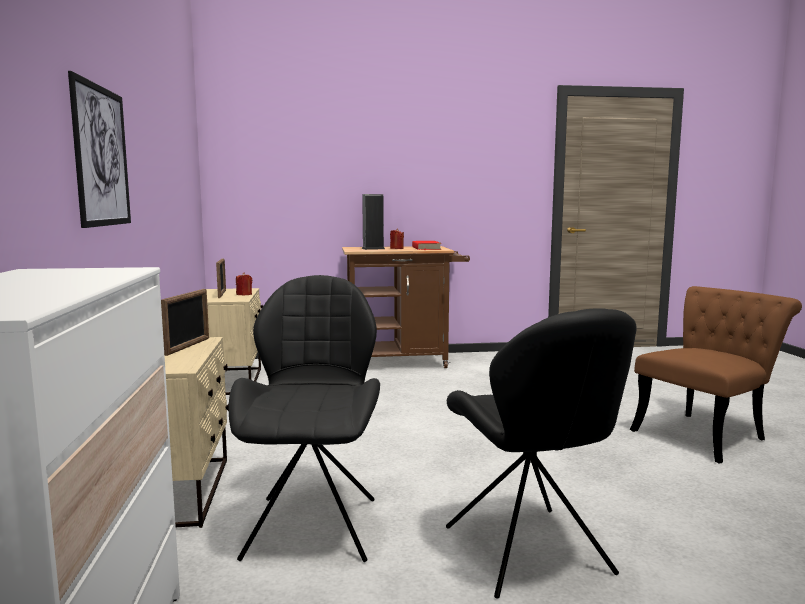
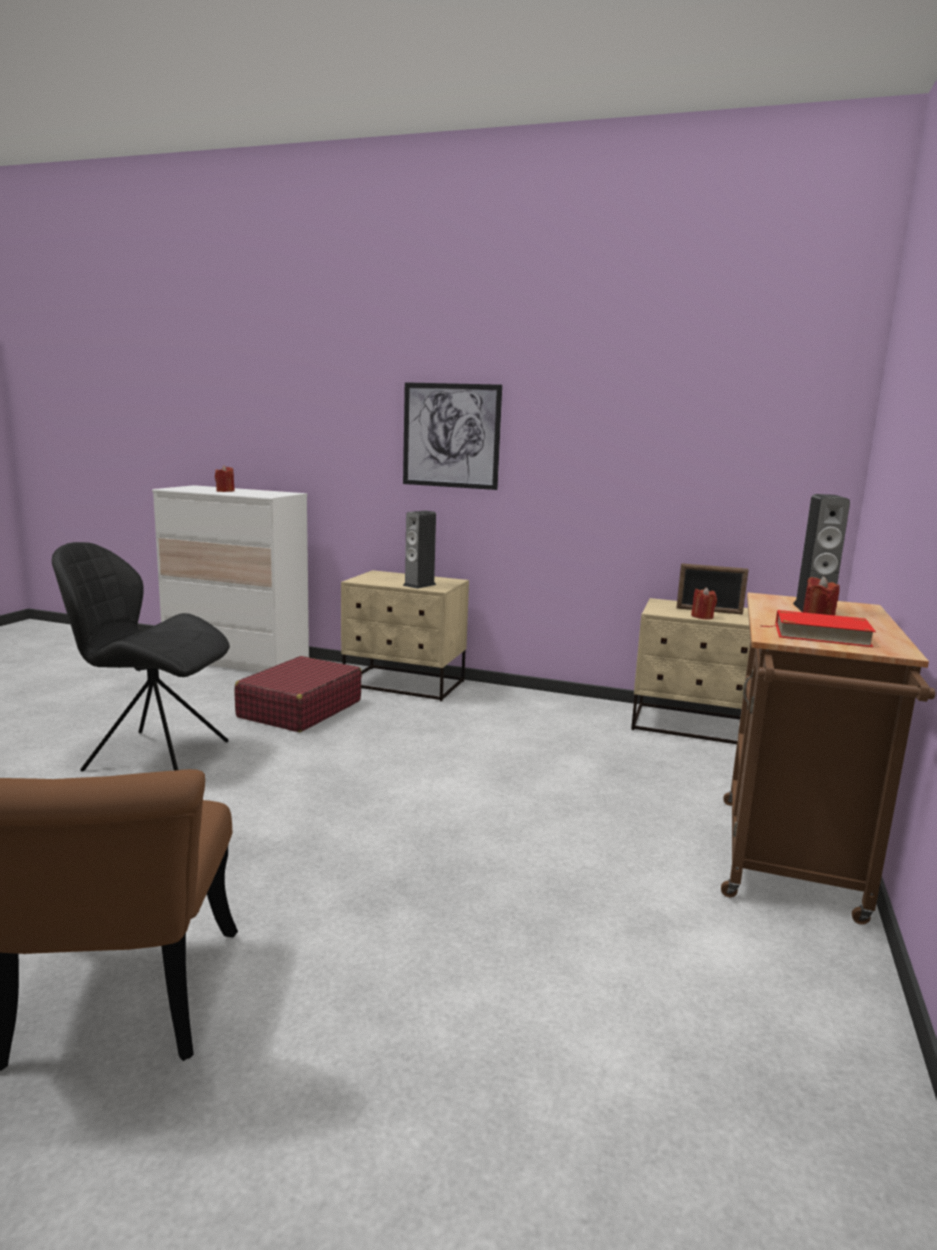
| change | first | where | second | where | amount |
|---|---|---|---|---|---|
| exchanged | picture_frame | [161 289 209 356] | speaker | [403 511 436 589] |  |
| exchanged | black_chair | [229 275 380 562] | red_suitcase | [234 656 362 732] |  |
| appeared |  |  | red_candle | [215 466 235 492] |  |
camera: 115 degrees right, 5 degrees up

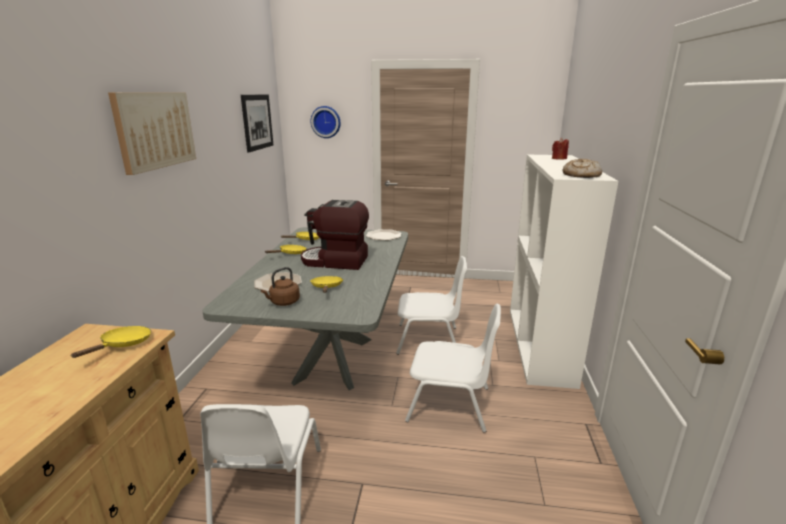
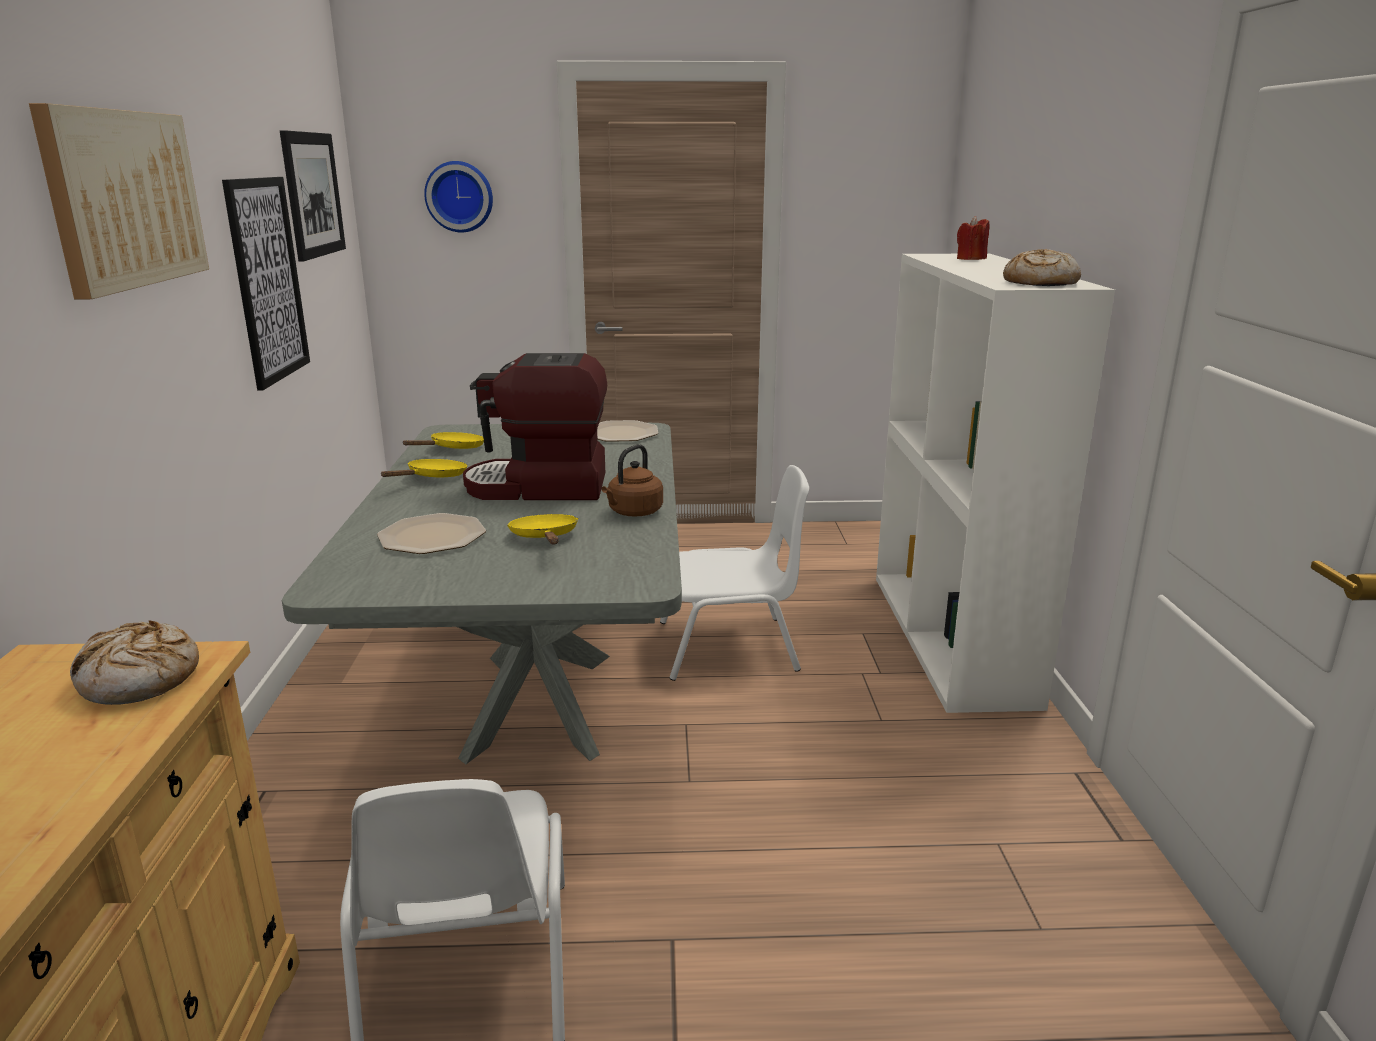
| change | first | where | second | where | amount |
|---|---|---|---|---|---|
| exchanged | yellow_frying_pan | [70 326 151 358] | bread | [70 620 199 705] |  |
| relocated | brown_kettle | [261 267 300 306] |  | [601 444 663 516] |  |
| missing | white_chair | [405 303 501 433] |  |  |  |
| appeared |  |  | picture | [222 177 310 391] |  |
camera: 10 degrees left, 0 degrees up

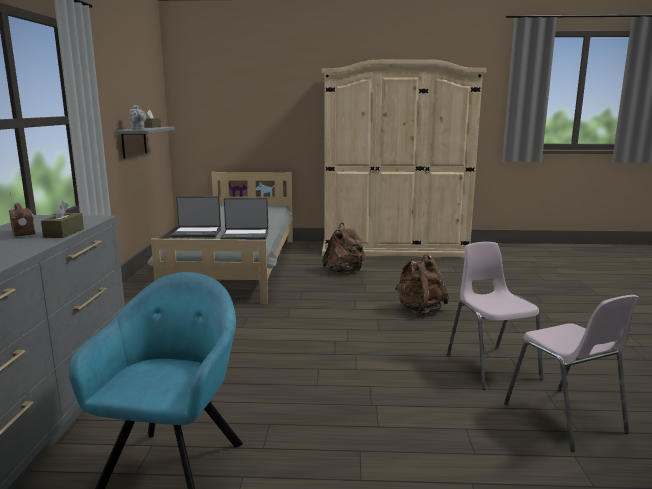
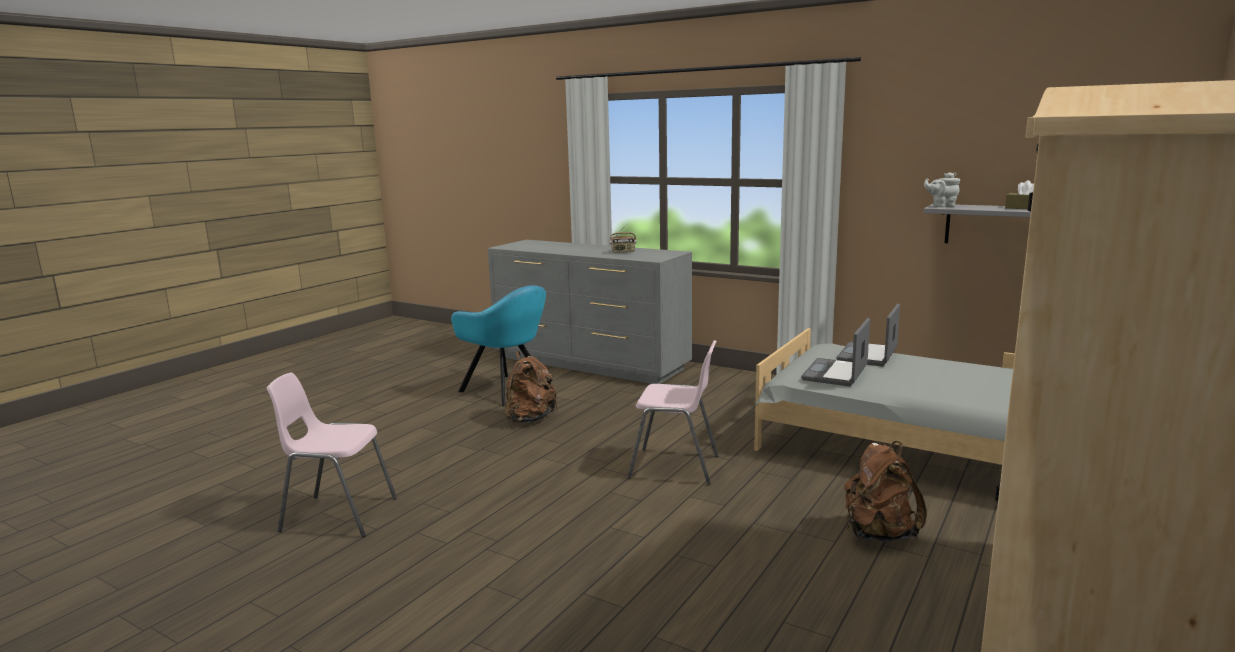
| change | first | where | second | where | amount |
|---|---|---|---|---|---|
| missing | brown_tissue_box | [41 200 84 238] |  |  |  |
| relocated | brown_backpack | [395 254 449 315] |  | [505 351 558 423] |  |
| relocated | pink_chair | [447 242 543 390] |  | [628 340 718 485] |  |
camera: 120 degrees right, 0 degrees up

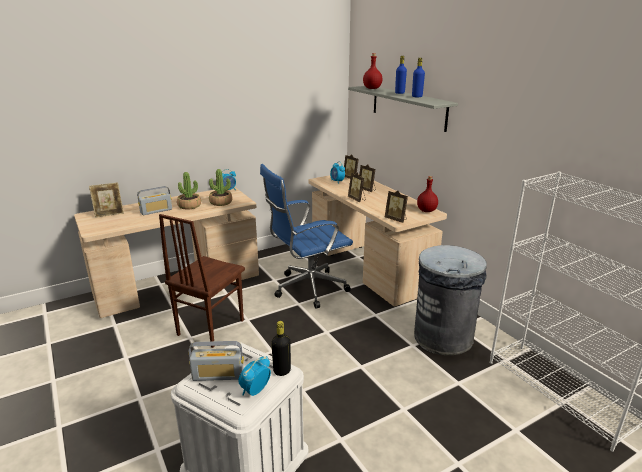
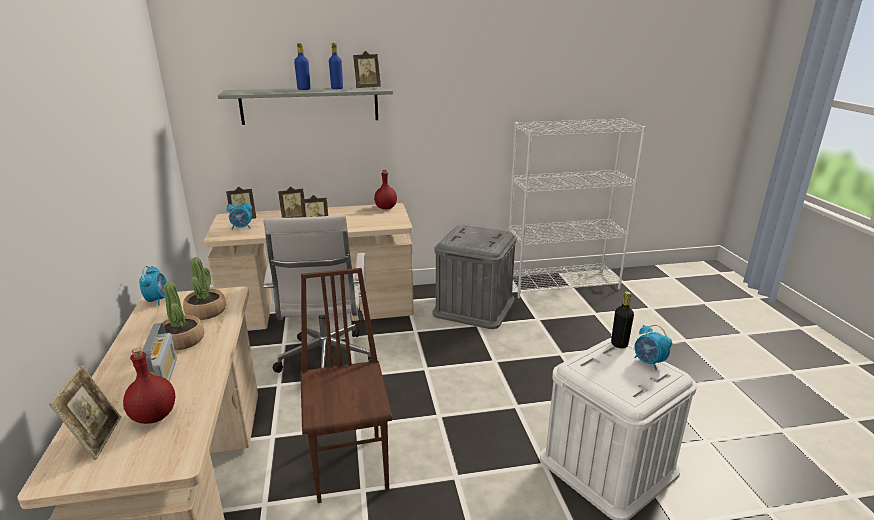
| change | first | where | second | where | amount |
|---|---|---|---|---|---|
| spun | brown_chair | [159 214 245 348] |  | [300 268 392 503] | 150 degrees counterclockwise |
| missing | radio | [189 341 244 381] |  |  |  |
| colour | blue_office_chair | [260 164 353 308] | white_office_chair | [263 215 372 373] |  |
| relocated | red_bottle | [363 53 382 89] |  | [123 348 175 424] |  |
| relocated | picture_frame | [385 191 408 223] |  | [353 51 381 88] |  |
| exchanged | grey_trash_can | [414 245 487 355] | grey_storage_box | [432 225 517 329] |  |
camera: 70 degrees left, 0 degrees up

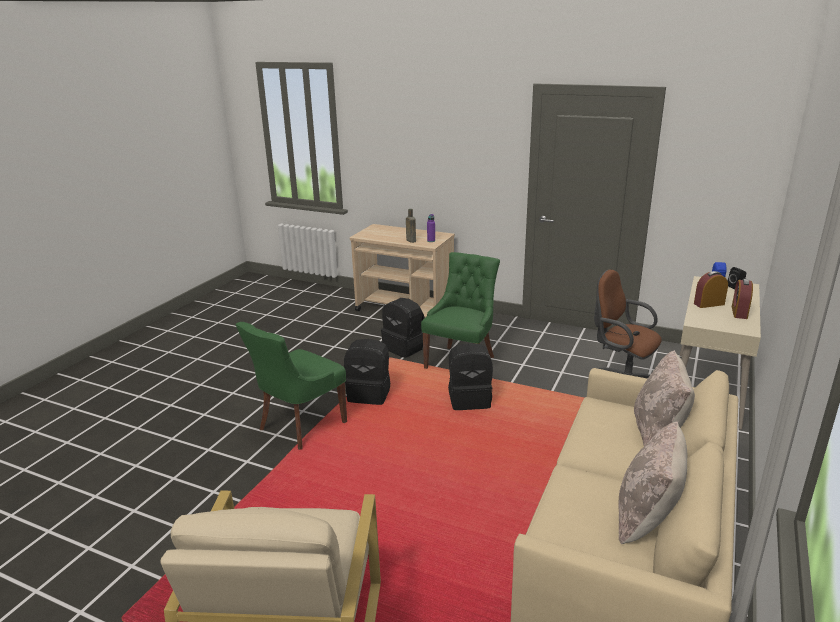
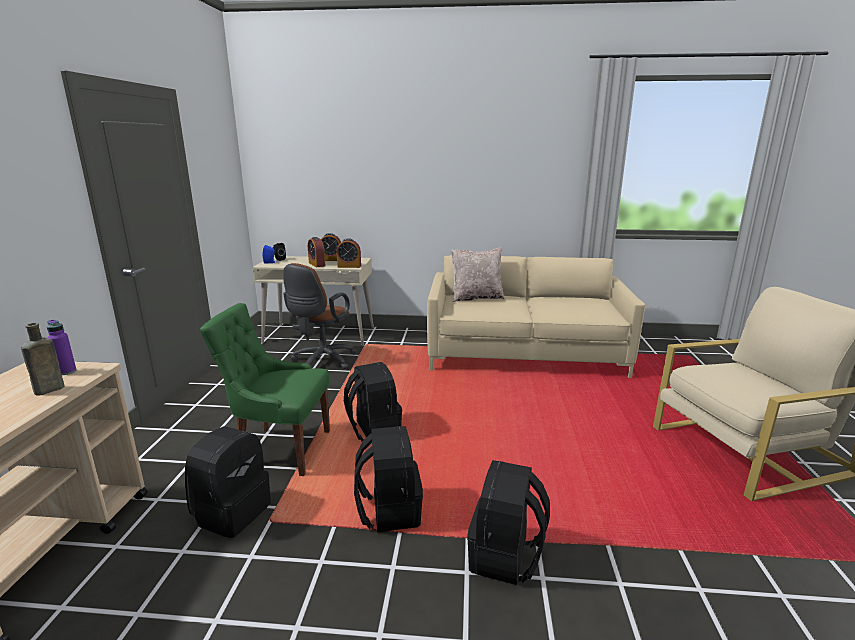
| change | first | where | second | where | amount |
|---|---|---|---|---|---|
| exchanged | green_chair | [236 322 347 450] | black_backpack | [467 460 550 585] |  |
| missing | beige_pillow | [619 421 687 545] |  |  |  |
| appeared |  |  | alarm_clock | [337 238 361 268] |  |
camera: 110 degrees left, 5 degrees down

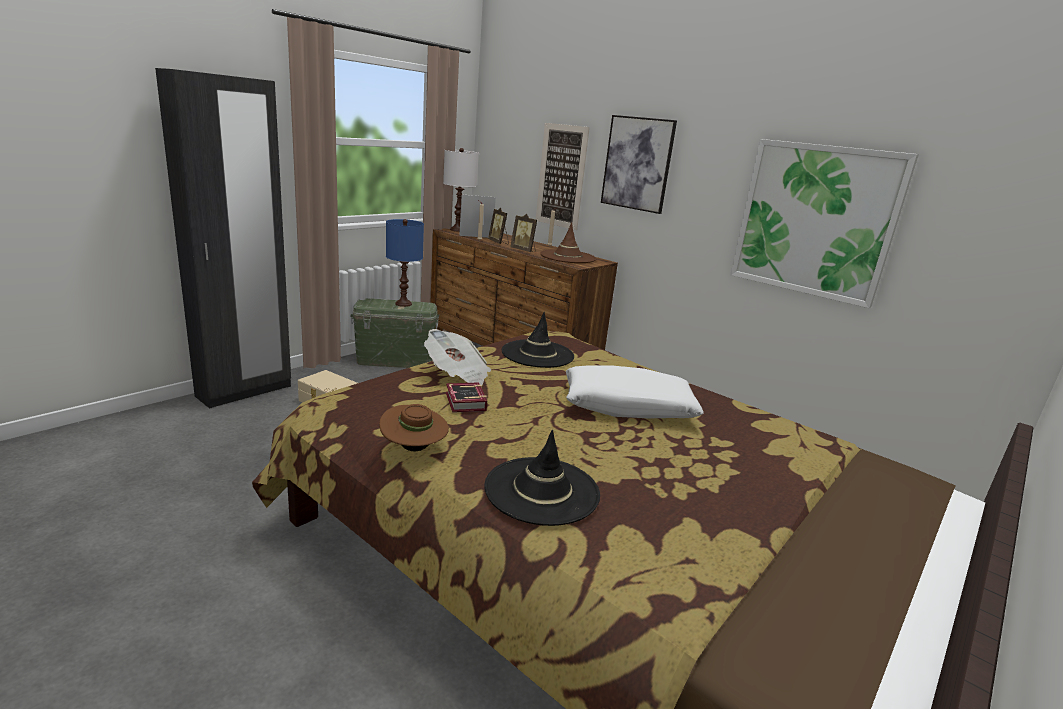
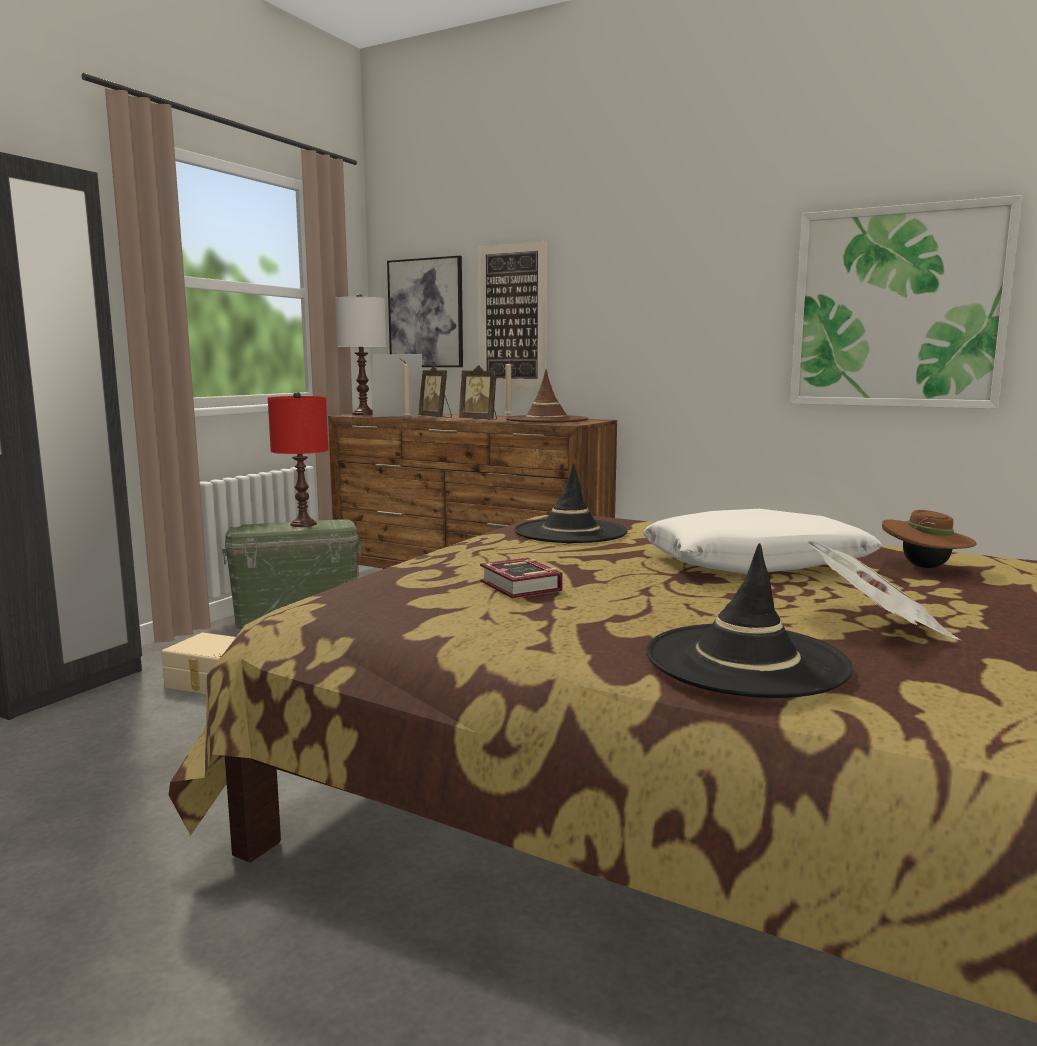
| change | first | where | second | where | amount |
|---|---|---|---|---|---|
| relocated | brown_hat | [379 404 449 451] |  | [882 510 977 568] |  |
| colour | blue_table_lamp | [386 219 424 307] | red_table_lamp | [267 392 328 527] |  |
| relocated | newspaper | [424 329 491 386] |  | [803 539 960 640] |  |
| relocated | picture | [601 115 677 214] |  | [387 255 463 367] |  |
camera: 10 degrees left, 10 degrees down

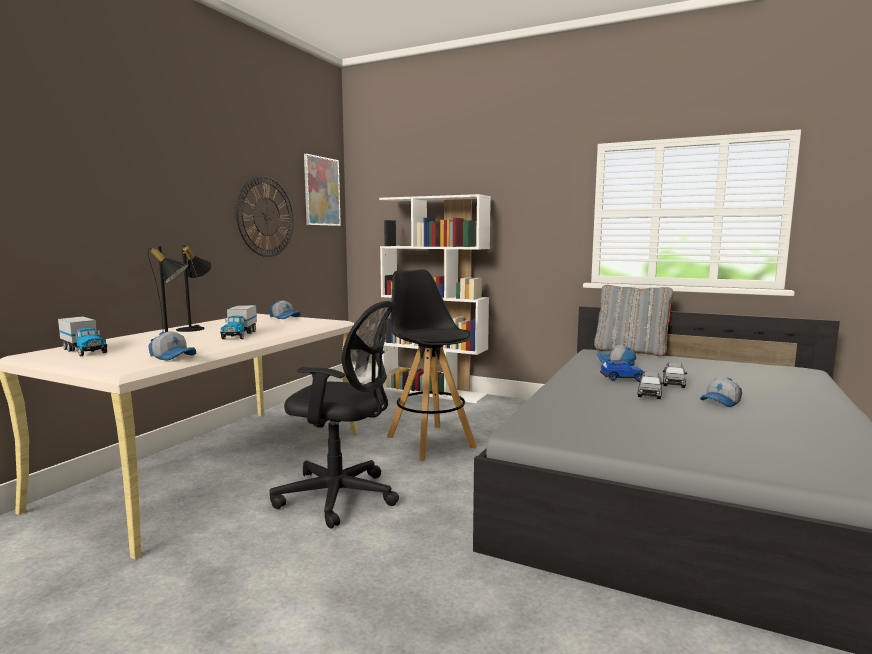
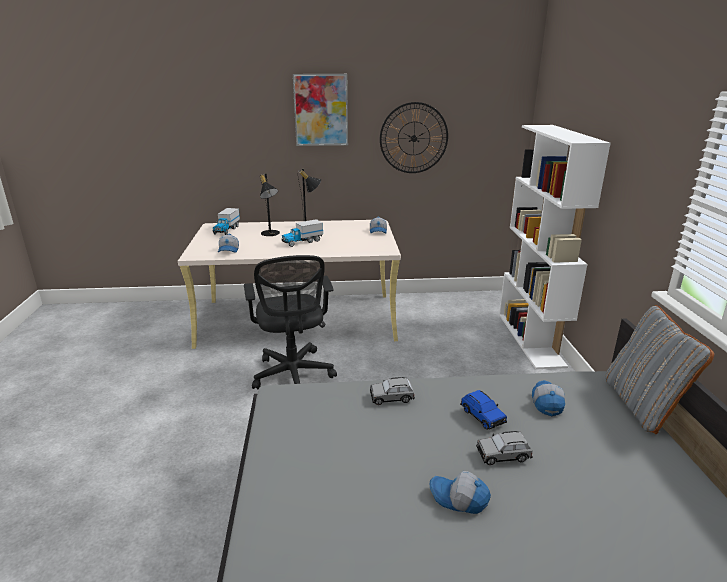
| change | first | where | second | where | amount |
|---|---|---|---|---|---|
| relocated | picture | [304 154 341 226] |  | [293 74 348 146] |  |
| missing | black_stool | [387 270 477 461] |  |  |  |
| relocated | grey_toy_car | [638 372 663 399] |  | [370 377 415 405] |  |
camera: 60 degrees right, 15 degrees up

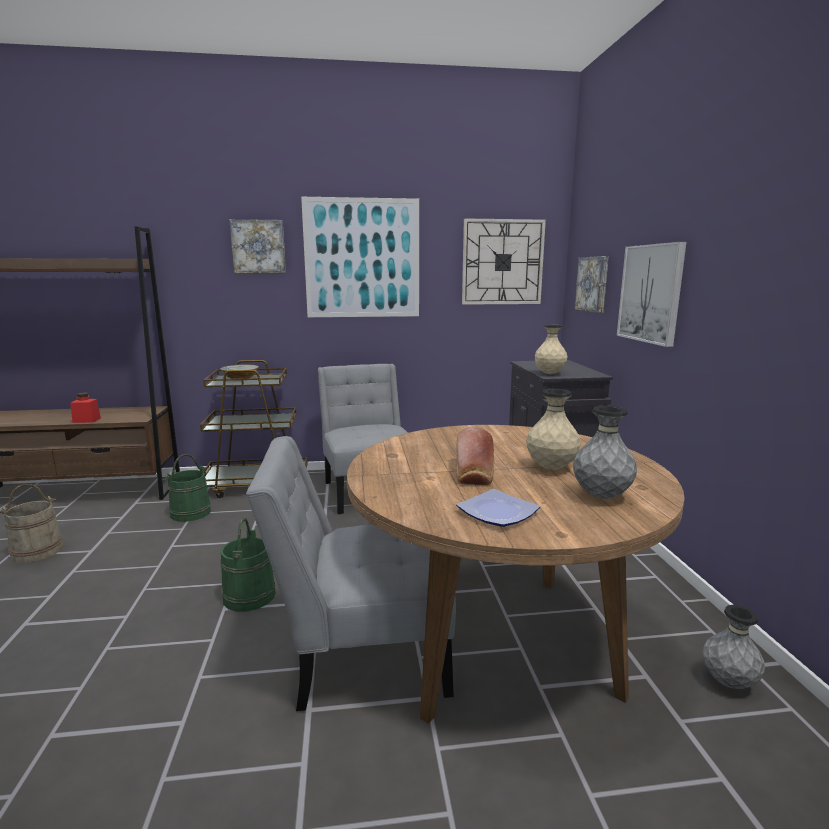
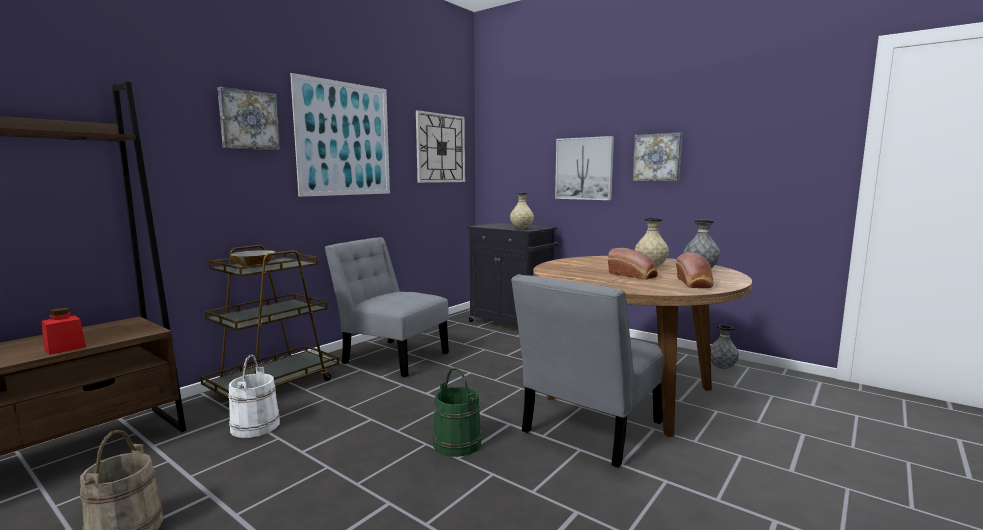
| change | first | where | second | where | amount |
|---|---|---|---|---|---|
| colour | green_bucket | [165 454 211 522] | white_bucket | [228 354 280 438] |  |
| exchanged | plate | [456 489 540 527] | bread | [676 253 713 288] |  |
| relocated | picture | [575 256 609 313] |  | [633 133 682 181] |  |
camera: 45 degrees left, 5 degrees down

